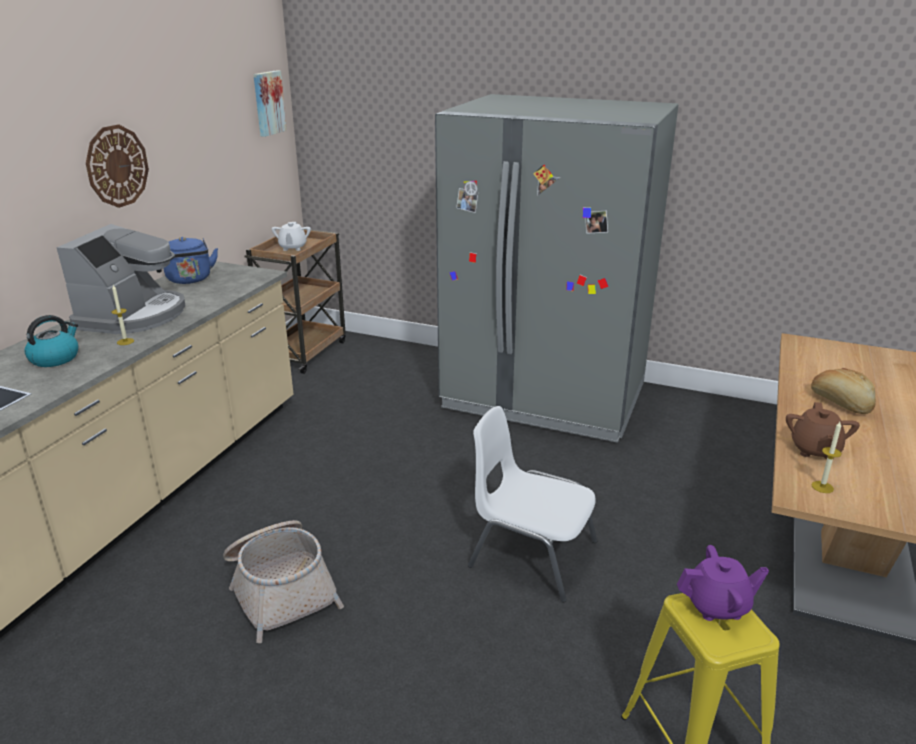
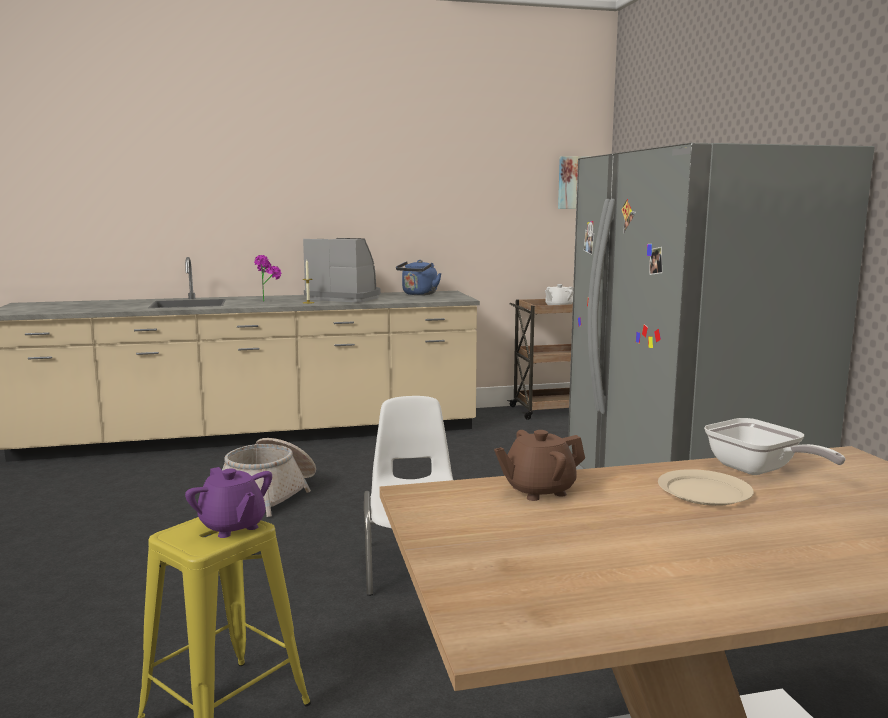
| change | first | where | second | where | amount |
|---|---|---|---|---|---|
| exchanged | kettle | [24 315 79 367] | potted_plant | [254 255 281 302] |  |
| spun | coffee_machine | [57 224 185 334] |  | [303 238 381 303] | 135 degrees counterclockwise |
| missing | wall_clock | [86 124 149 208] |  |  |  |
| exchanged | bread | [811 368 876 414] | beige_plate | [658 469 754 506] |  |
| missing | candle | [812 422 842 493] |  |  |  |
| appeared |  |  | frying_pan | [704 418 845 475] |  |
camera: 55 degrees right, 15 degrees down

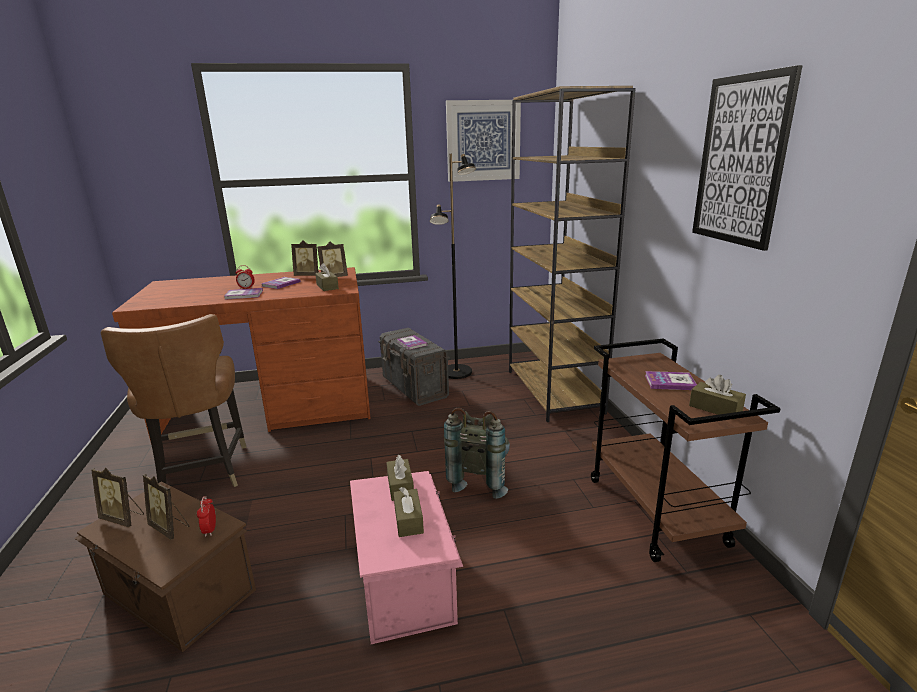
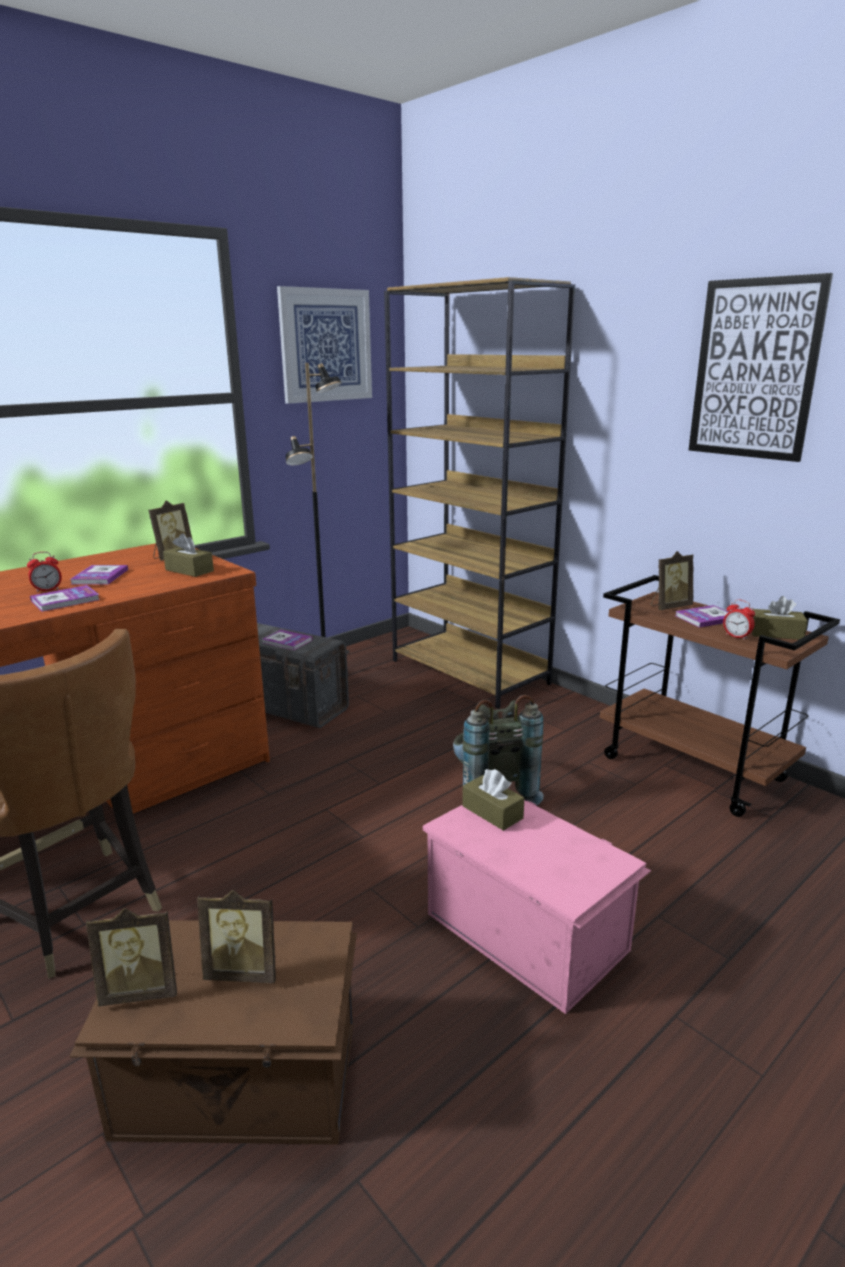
| change | first | where | second | where | amount |
|---|---|---|---|---|---|
| relocated | alarm_clock | [197 496 216 537] |  | [723 599 755 640] |  |
| relocated | picture_frame | [291 240 319 276] |  | [651 551 694 610] |  |
| missing | brown_tissue_box | [393 487 424 537] |  |  |  |
camera: 30 degrees left, 0 degrees up

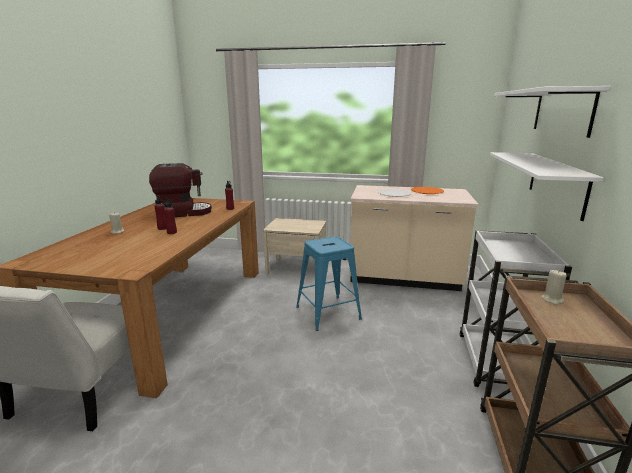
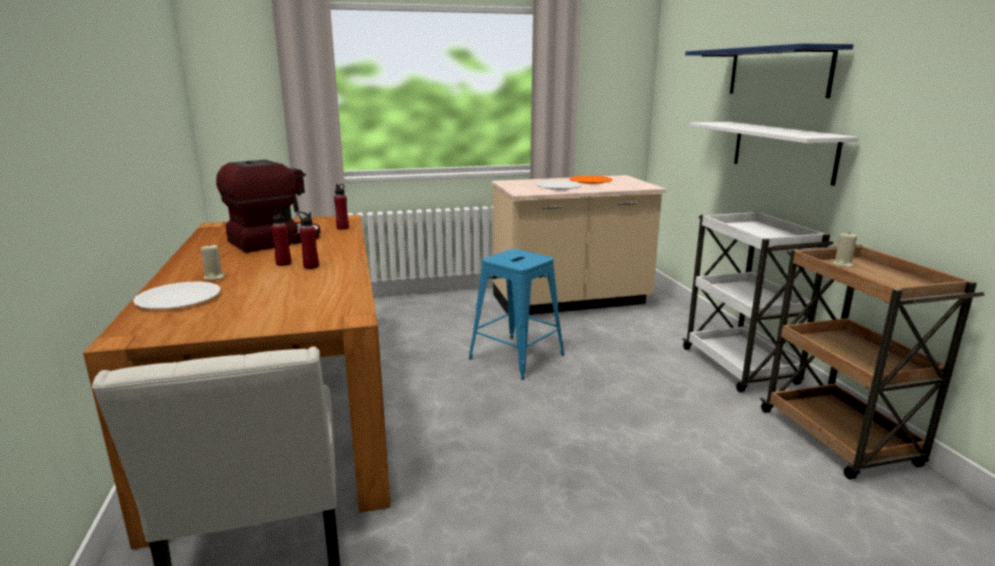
| change | first | where | second | where | amount |
|---|---|---|---|---|---|
| missing | beige_nightstand | [263 218 326 274] |  |  |  |
| colour | white_shelf | [494 86 611 138] | blue_shelf | [685 43 853 98] |  |
| appeared |  |  | white_plate | [133 282 221 309] |  |
camera: 25 degrees left, 0 degrees up

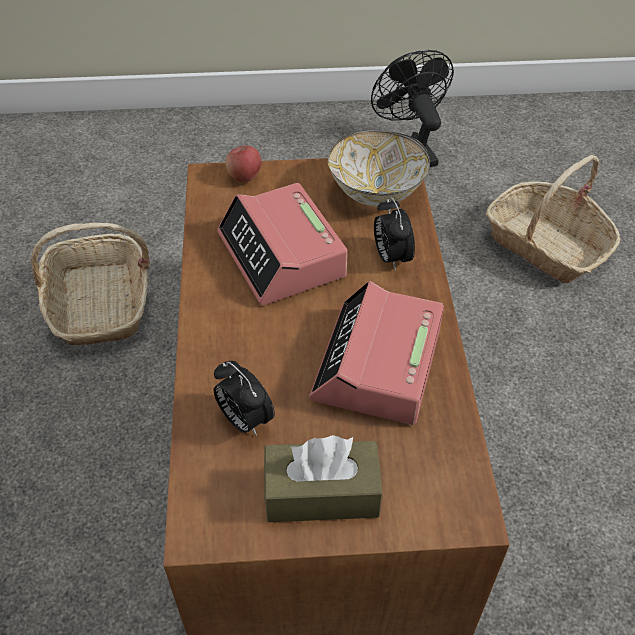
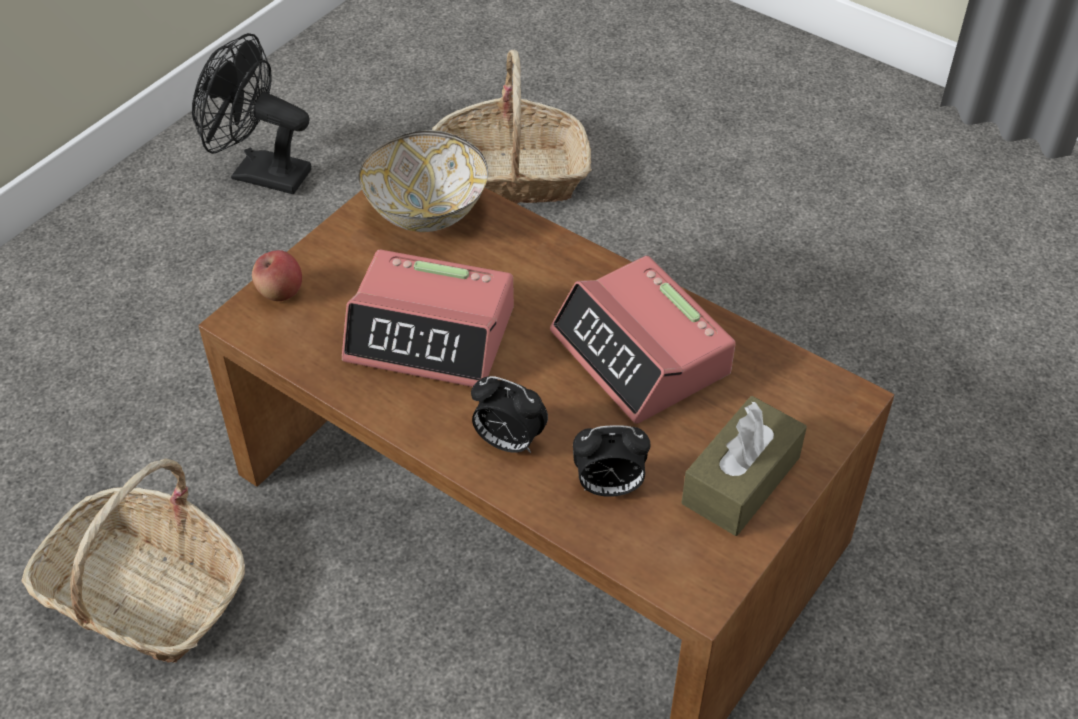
| change | first | where | second | where | amount |
|---|---|---|---|---|---|
| relocated | alarm_clock | [374 197 415 271] |  | [471 376 548 453] |  |
camera: 50 degrees left, 0 degrees up

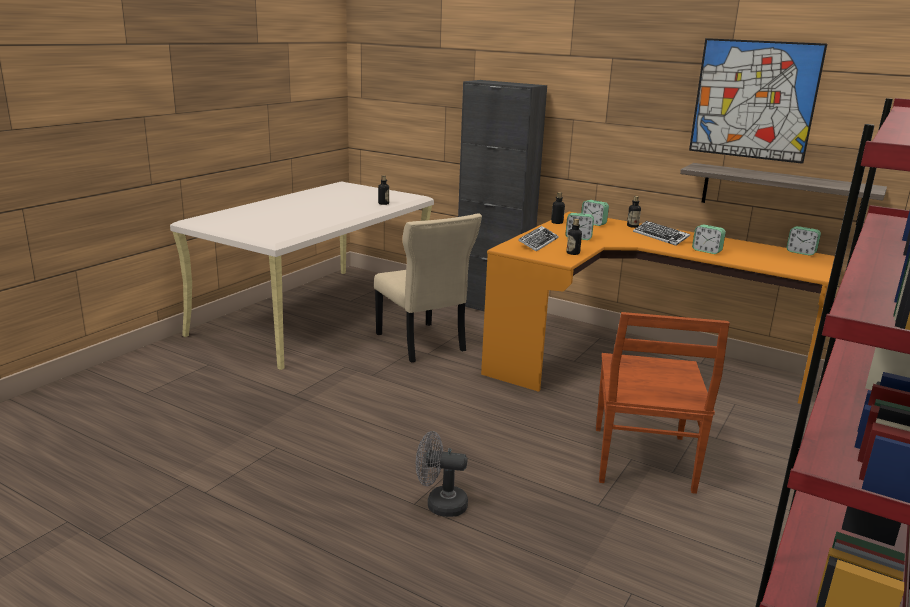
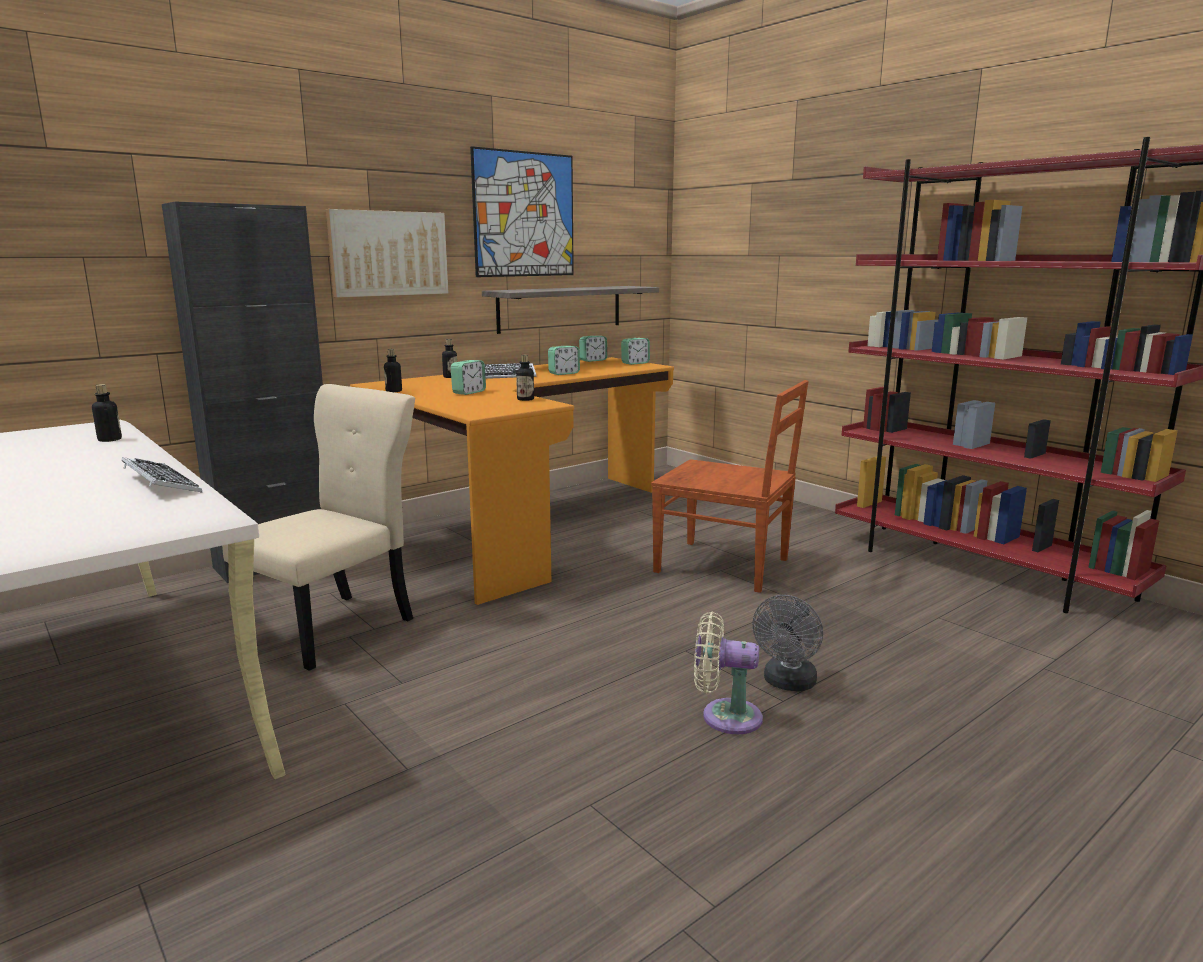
| change | first | where | second | where | amount |
|---|---|---|---|---|---|
| spun | beige_chair | [374 214 482 363] |  | [222 384 415 671] | 45 degrees counterclockwise |
| relocated | keyboard | [518 226 558 252] |  | [121 457 202 492] |  |
| relocated | alarm_clock | [581 200 609 226] |  | [621 338 650 365] |  |
| appeared |  |  | picture | [326 209 449 298] |  |
| appeared |  |  | beige_fan | [694 612 763 734] |  |
camera: 70 degrees left, 5 degrees down

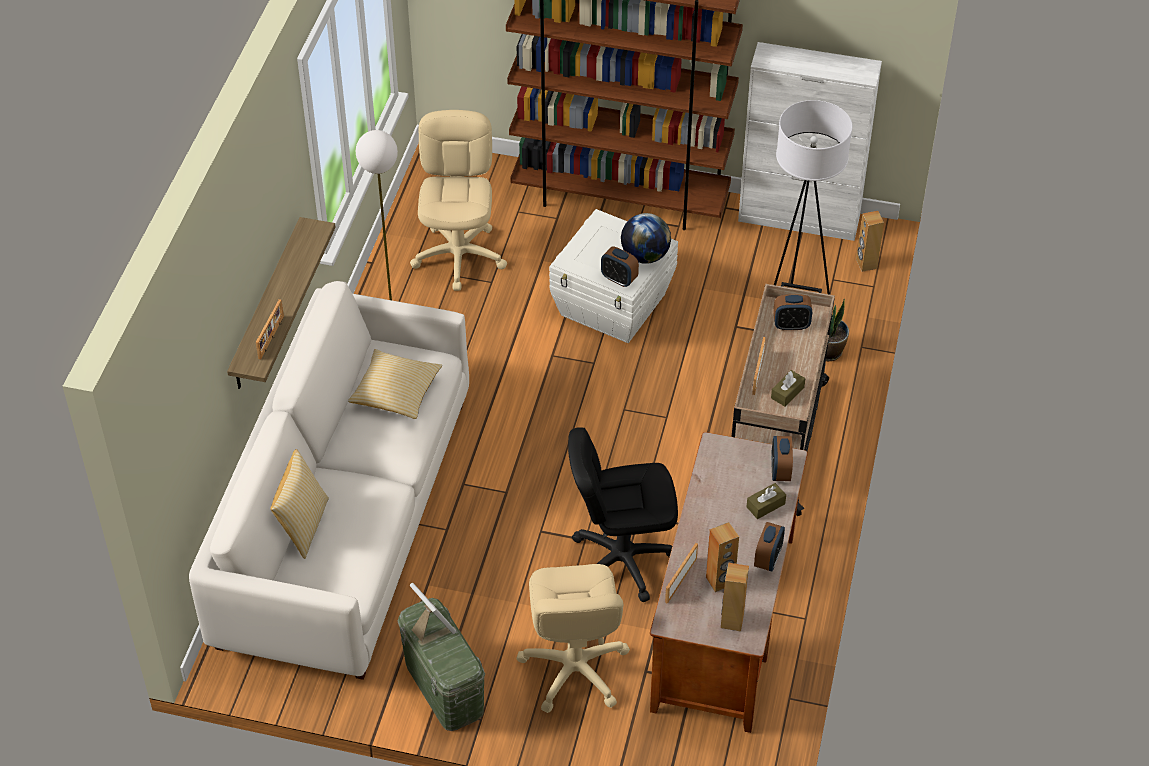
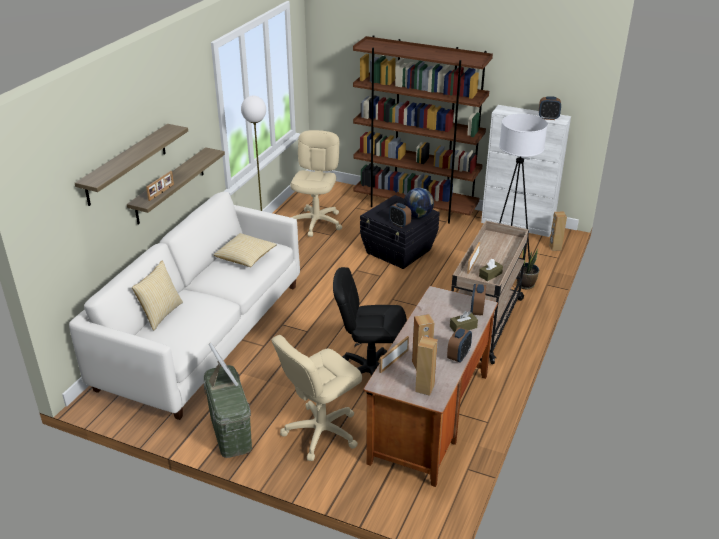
| change | first | where | second | where | amount |
|---|---|---|---|---|---|
| spun | beige_office_chair | [516 564 630 713] |  | [271 335 362 461] | 45 degrees clockwise |
| colour | white_storage_box | [549 209 678 343] | black_storage_box | [360 195 440 269] |  |
| relocated | alarm_clock | [773 295 812 330] |  | [539 96 561 120] |  |
| appeared |  |  | shelf | [75 124 188 206] |  |
camera: 10 degrees right, 15 degrees down

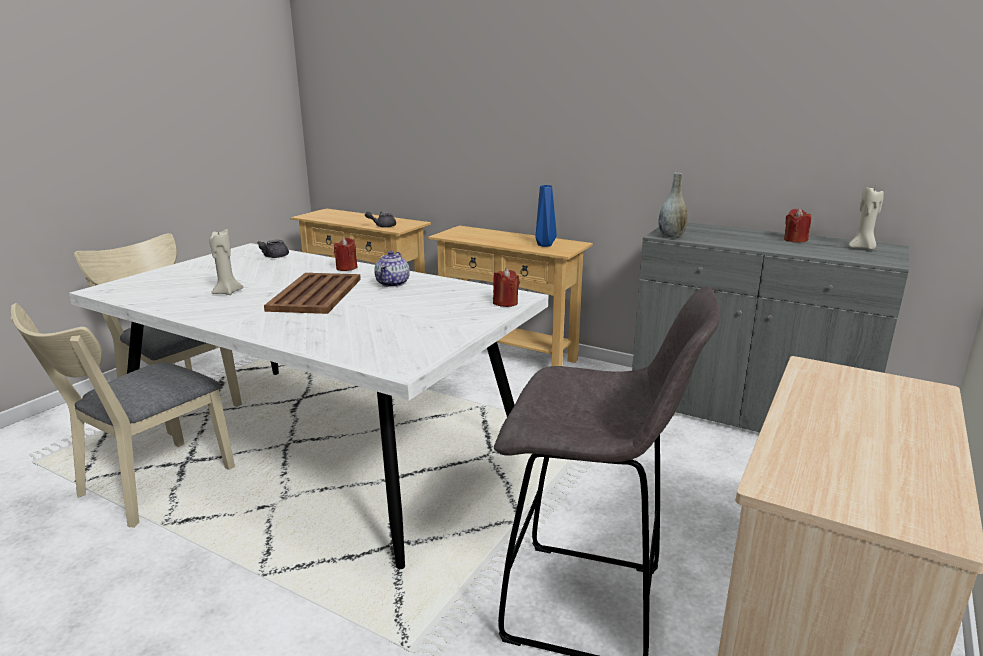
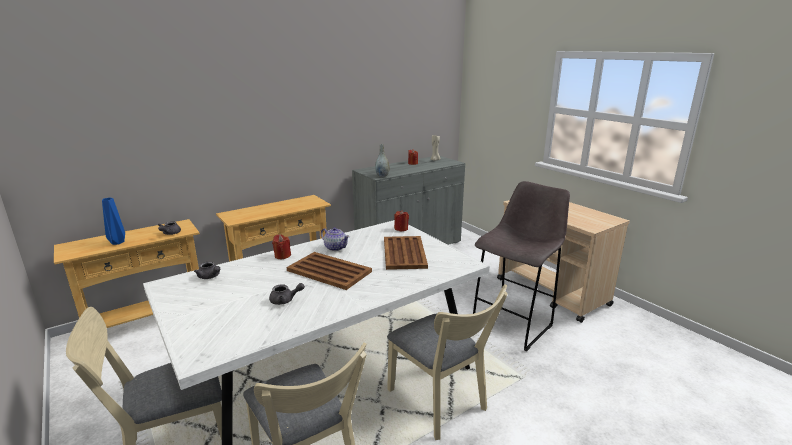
| change | first | where | second | where | amount |
|---|---|---|---|---|---|
| exchanged | beige_candle | [209 229 244 295] | grey_teapot | [269 283 305 305] |  |
| relocated | blue_vase | [536 185 557 247] |  | [102 197 125 245] |  |
| appeared |  |  | brown_tray | [384 236 428 270] |  |
| appeared |  |  | beige_chair | [387 284 508 440] |  |
camera: 65 degrees left, 0 degrees up

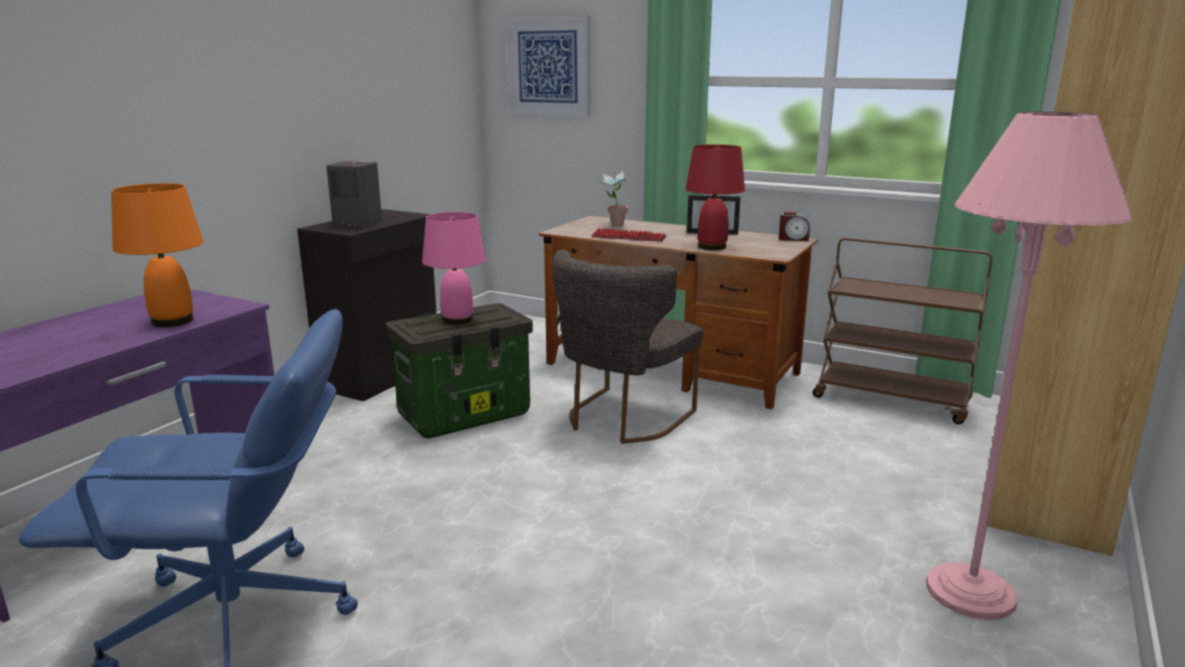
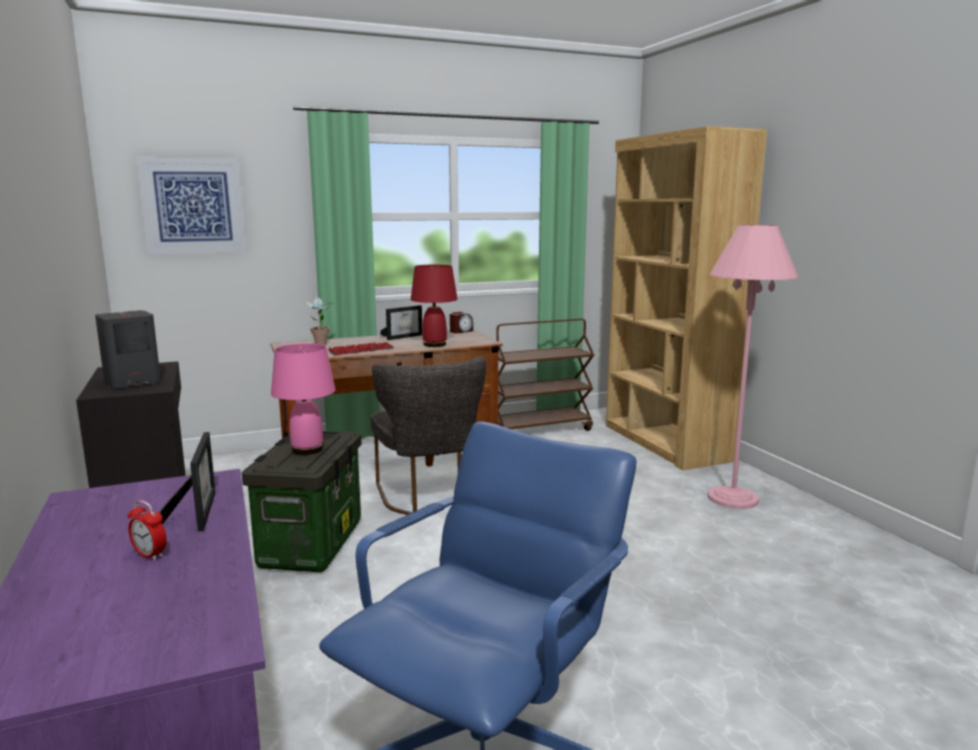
| change | first | where | second | where | amount |
|---|---|---|---|---|---|
| exchanged | orange_table_lamp | [111 183 203 327] | picture_frame | [159 432 216 531] |  |
| appeared |  |  | alarm_clock | [128 500 167 561] |  |
camera: 50 degrees left, 5 degrees down

